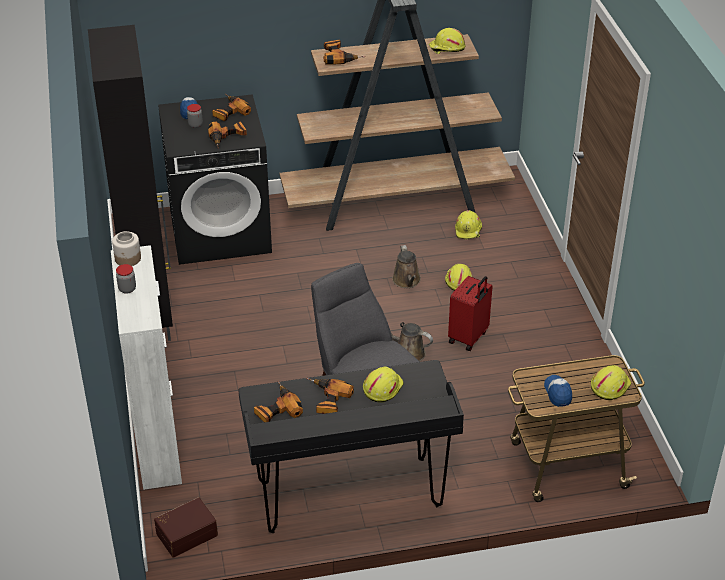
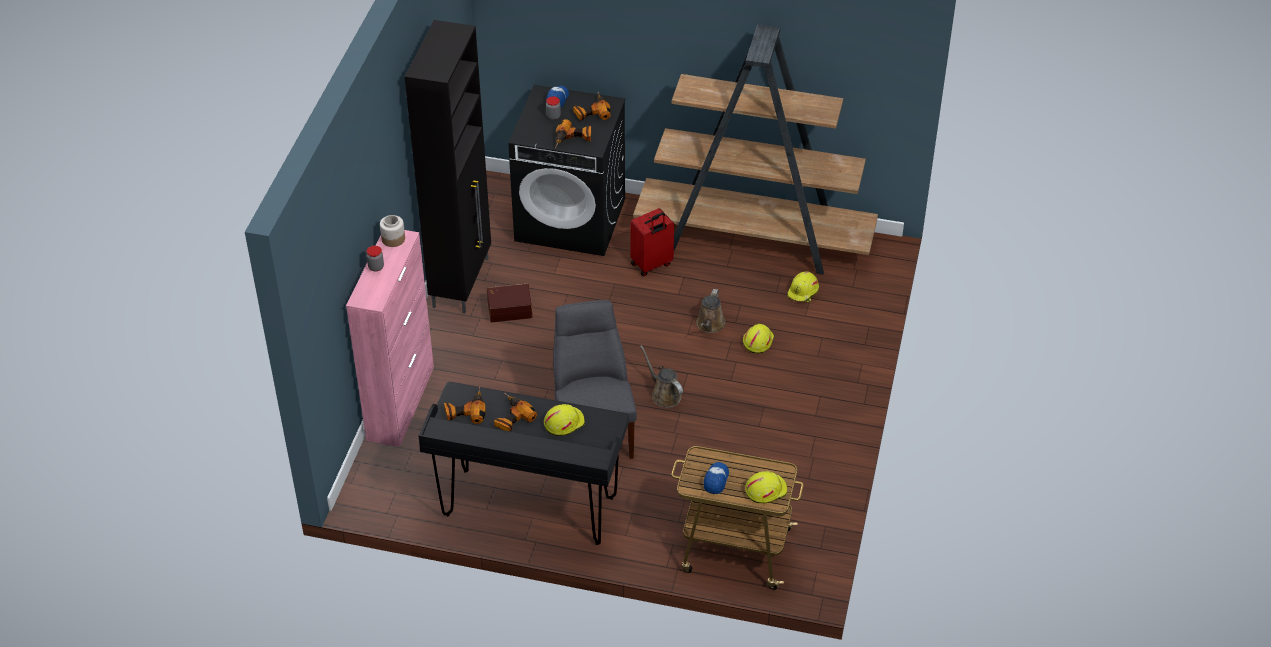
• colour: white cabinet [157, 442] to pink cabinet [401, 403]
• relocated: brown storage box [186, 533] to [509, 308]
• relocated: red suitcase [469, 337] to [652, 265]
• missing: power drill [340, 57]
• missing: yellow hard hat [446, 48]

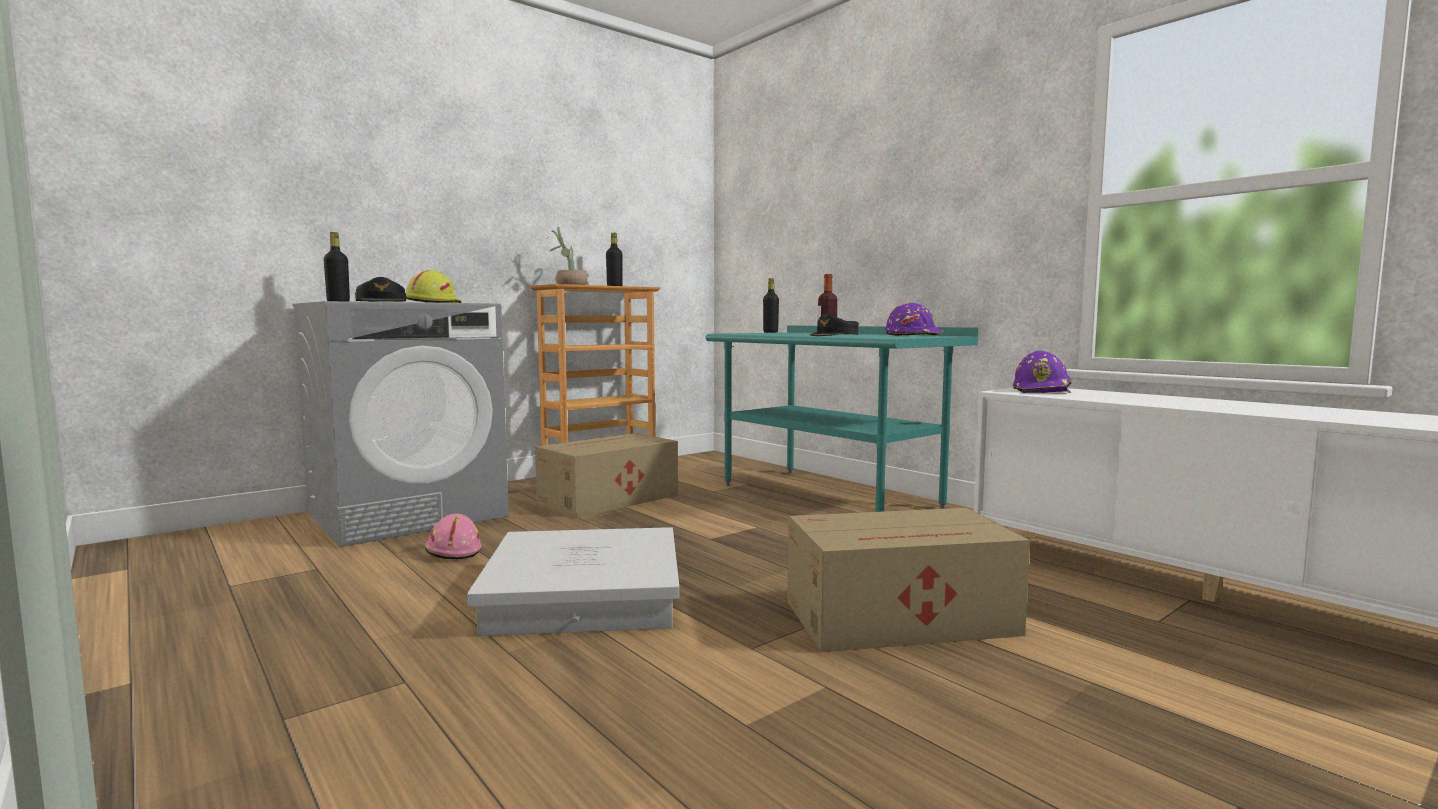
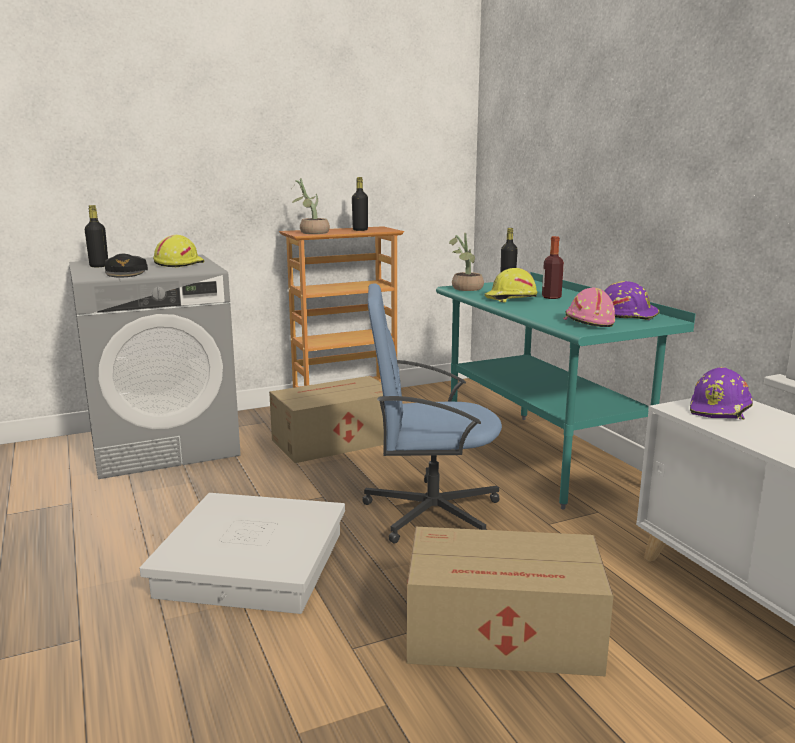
• appeared: blue office chair [429, 512]
• appeared: potted plant [465, 289]
• appeared: yellow hard hat [510, 298]
• relocated: pink hard hat [453, 551] to [587, 322]
• missing: black cap [835, 335]

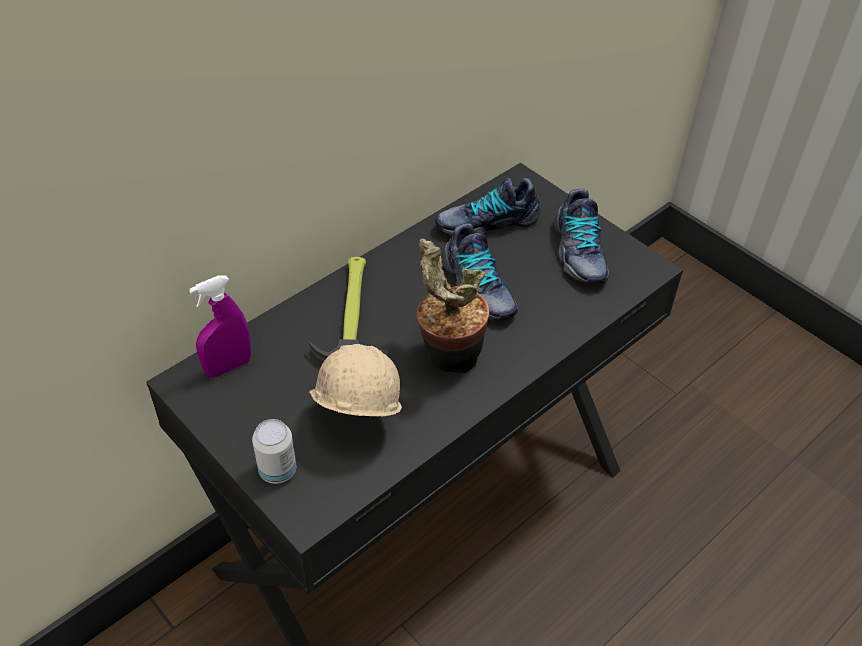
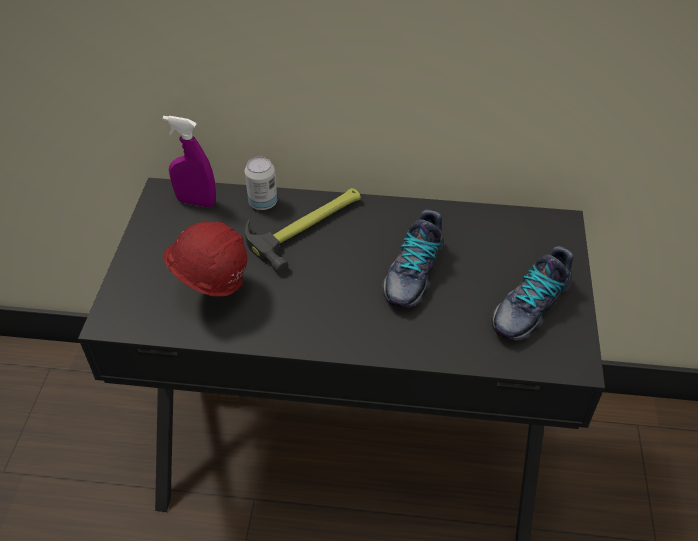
• colour: beige hard hat [354, 423] to red hard hat [211, 291]
• relocated: can [277, 470] to [263, 203]
• missing: potted plant [447, 358]
• missing: shoe [486, 222]

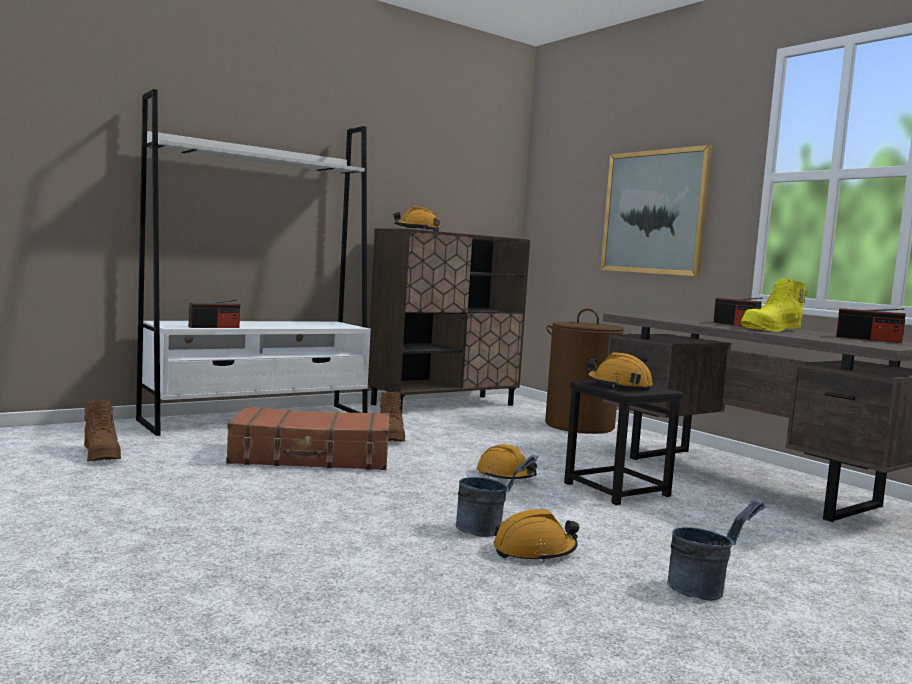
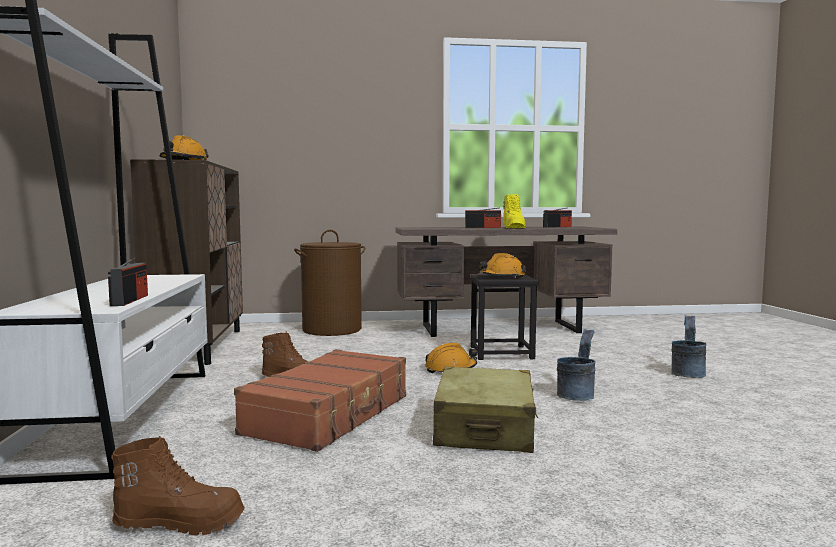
• appeared: beige suitcase [484, 428]
• missing: orange hard hat [534, 551]
• missing: picture [654, 212]

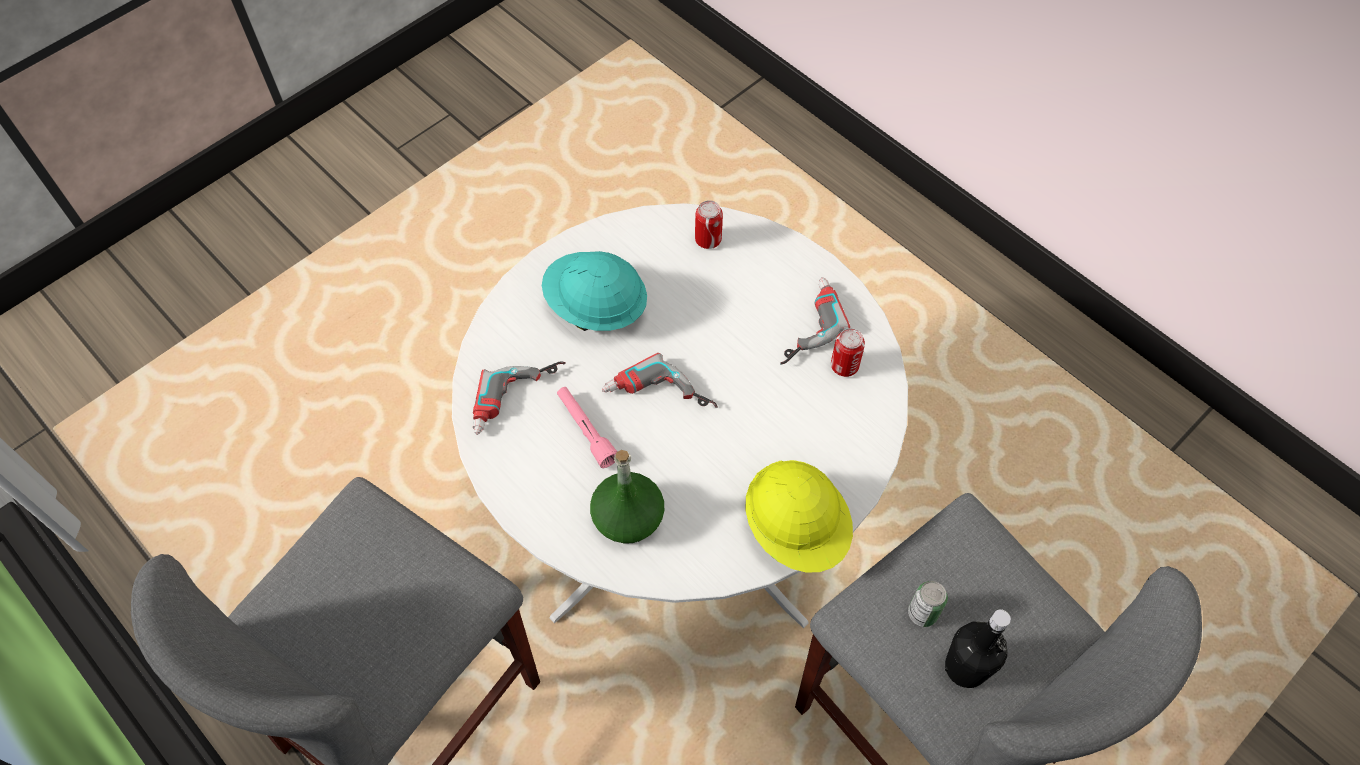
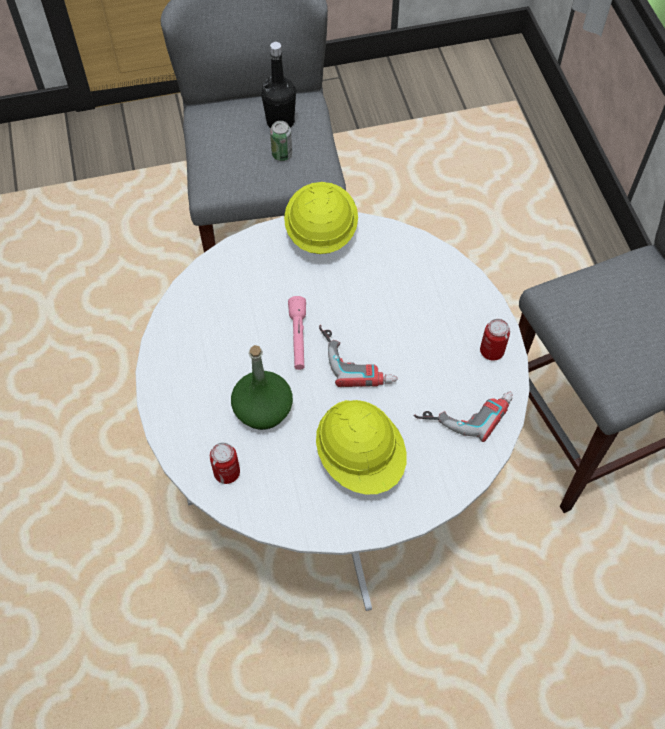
• relocated: green bottle [628, 517] to [263, 410]
• relocated: pink flashlight [586, 430] to [298, 338]
• colour: turquoise hard hat [595, 307] to yellow hard hat [360, 458]
• relocated: can [844, 366] to [491, 351]
• missing: power drill [804, 324]

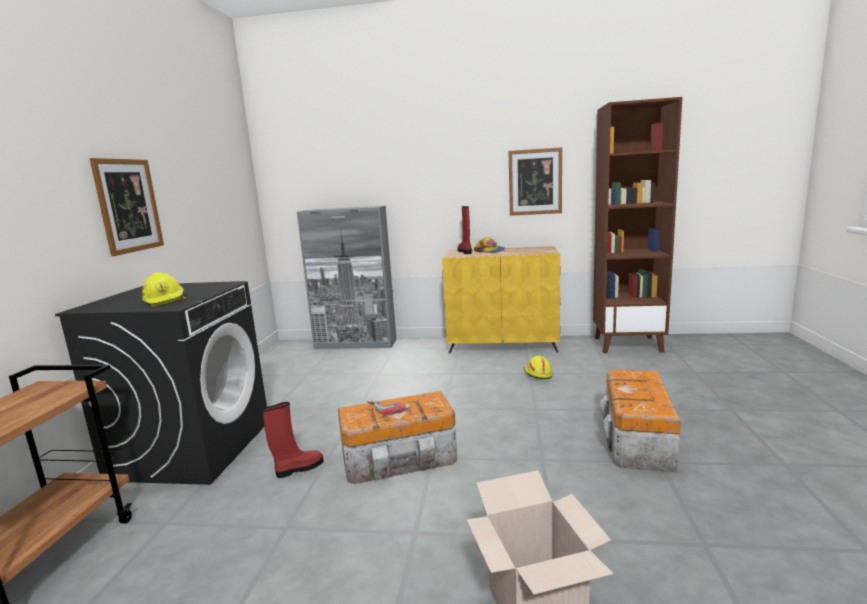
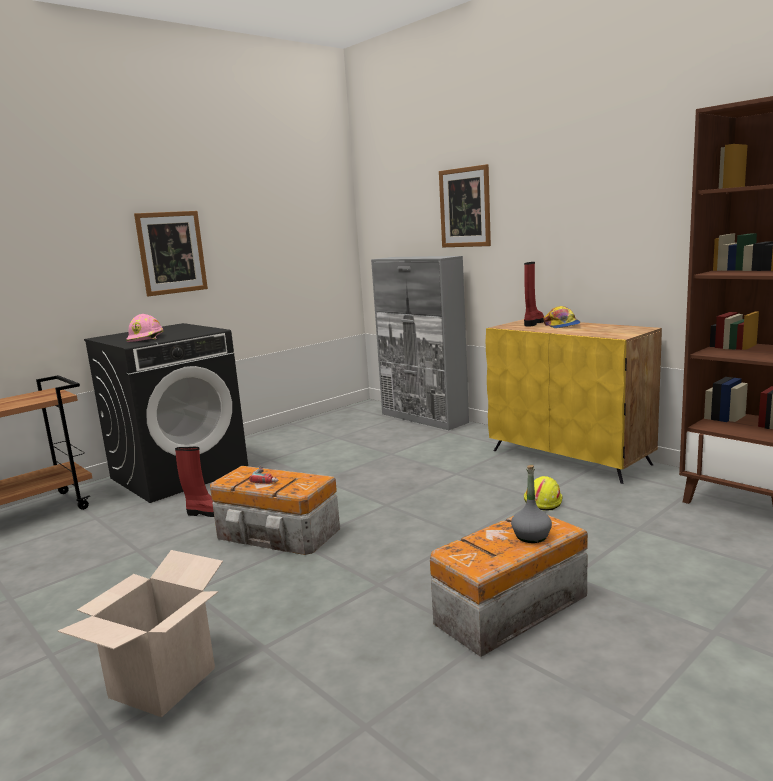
• colour: yellow hard hat [165, 300] to pink hard hat [146, 338]
• relocated: picture [535, 182] to [465, 207]
• appeared: grey bottle [531, 536]

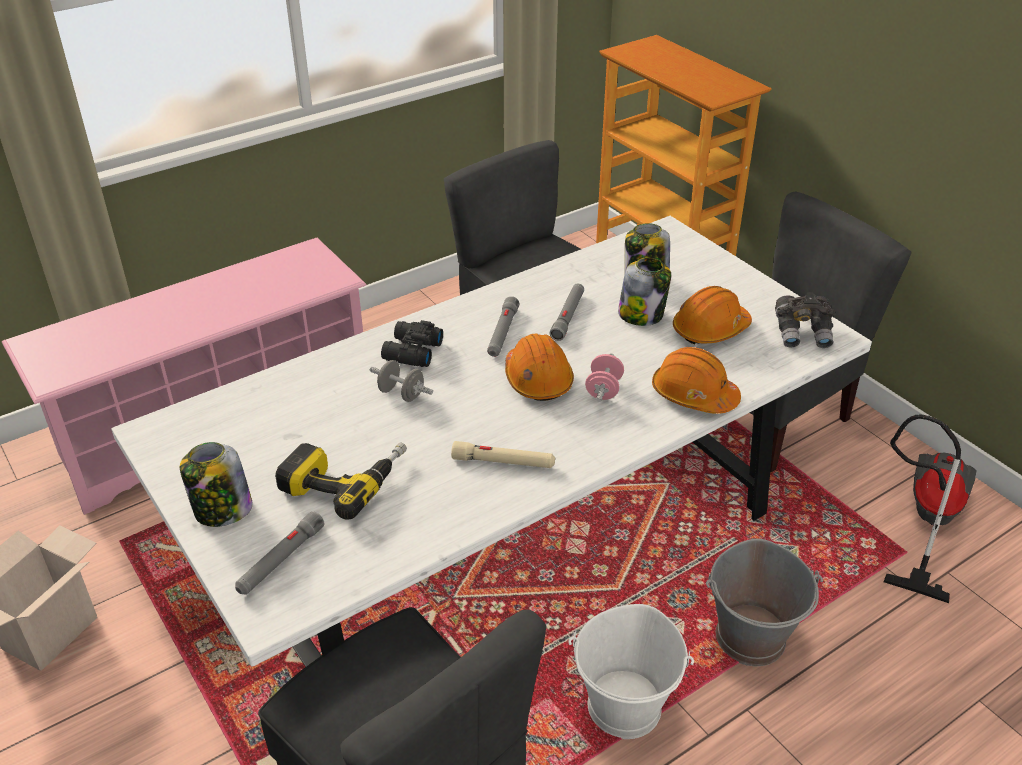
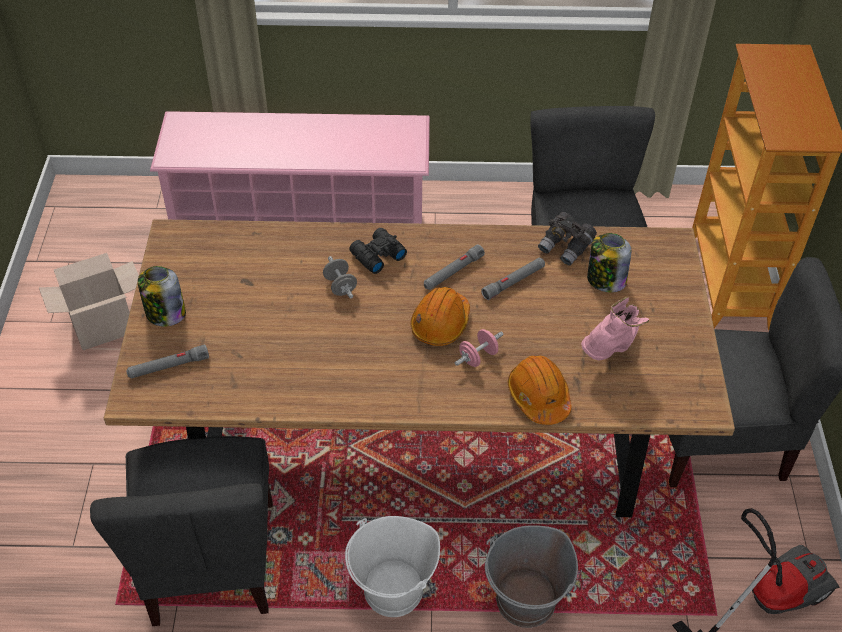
• colour: white dining table [511, 547] to brown dining table [419, 432]
• relocated: grey binoculars [803, 333] to [566, 247]
• exchanged: orange hard hat [710, 329] to pink boot [611, 349]
• missing: power drill [344, 479]
• missing: beige flashlight [503, 462]
• missing: jar [642, 314]

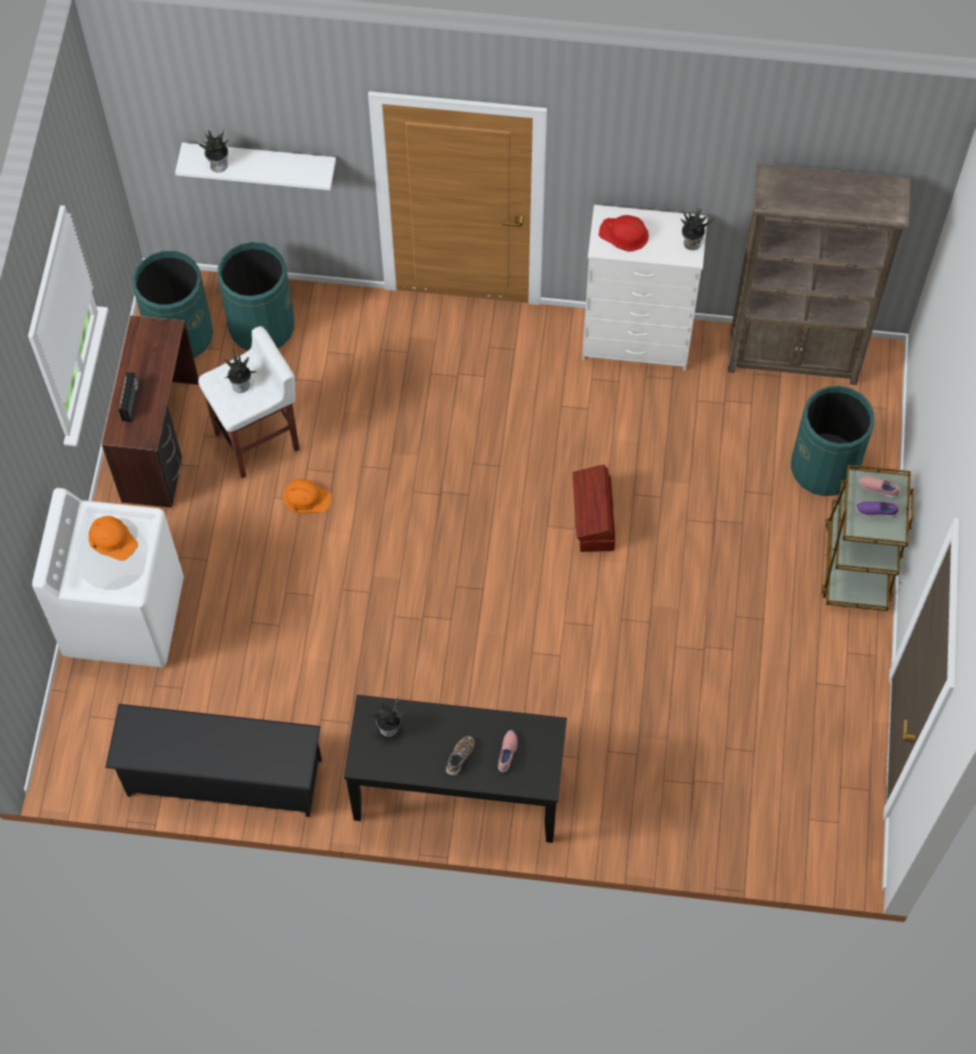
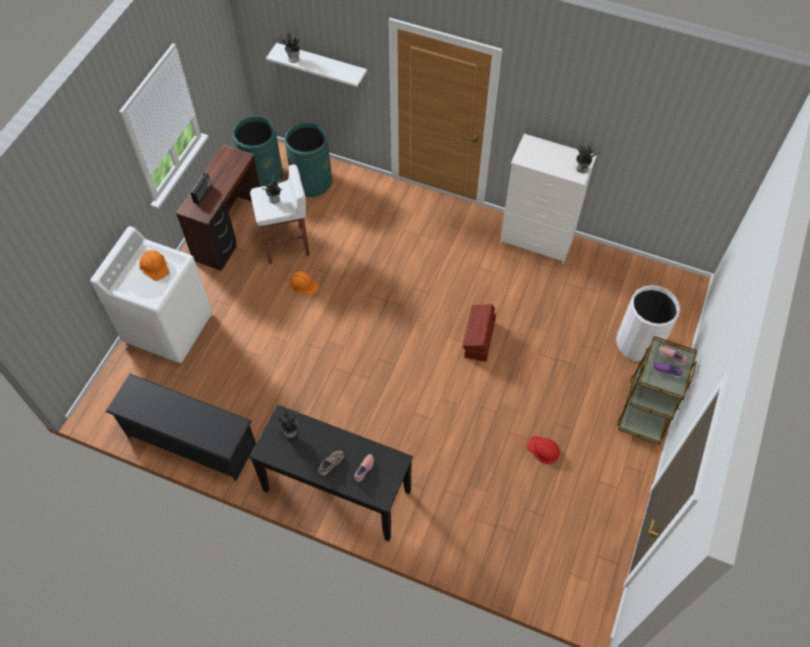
• relocated: red hard hat [624, 234] to [543, 450]
• colour: green trash can [824, 467] to white trash can [638, 343]
• missing: brown bookcase [794, 357]

